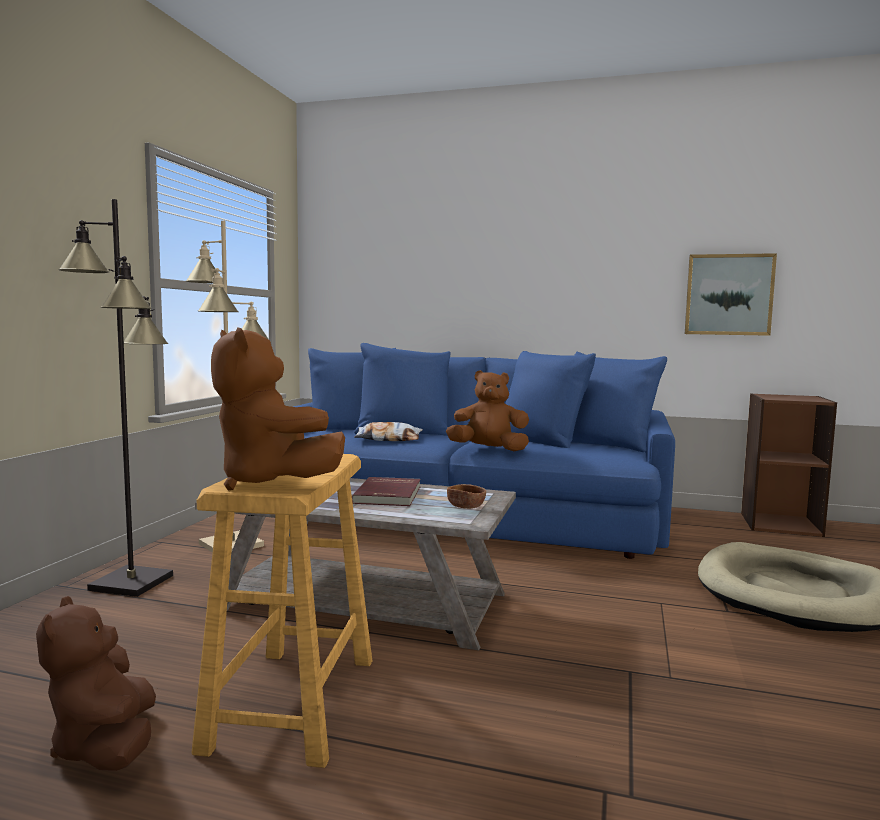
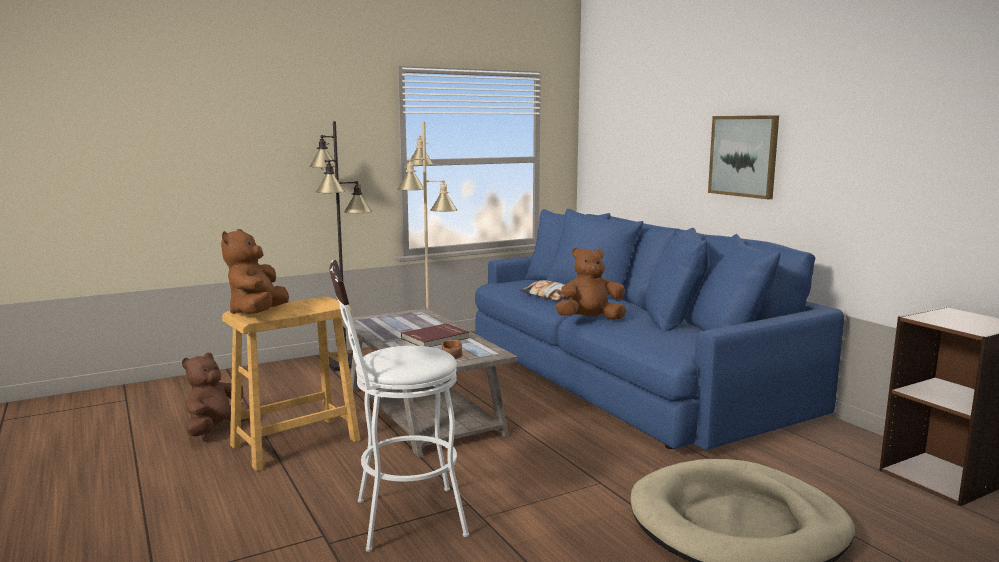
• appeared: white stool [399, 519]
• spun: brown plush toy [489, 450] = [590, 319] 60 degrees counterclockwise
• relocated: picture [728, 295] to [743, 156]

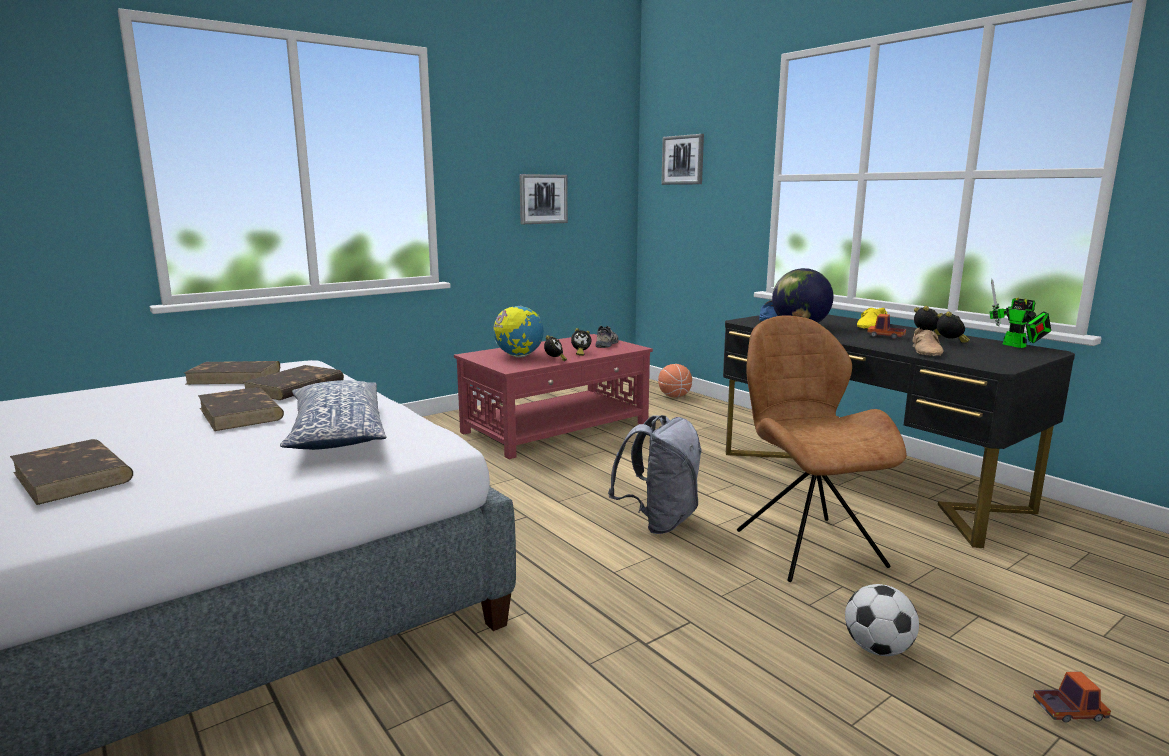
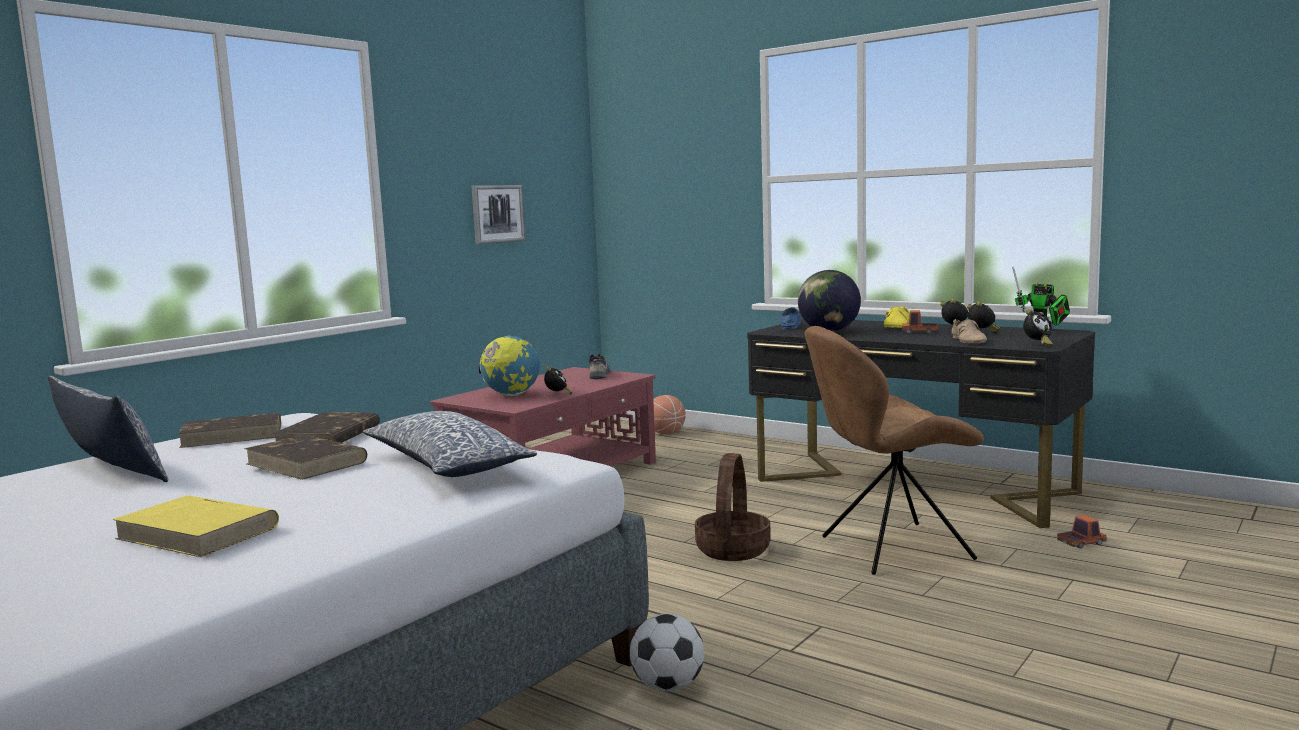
• appeared: pillow [112, 468]
• colour: brown book [73, 477] to yellow book [199, 533]
• relocated: football [877, 649] to [668, 686]
• exchanged: grey backpack [659, 522] to basket [732, 549]
• spun: brown chair [806, 545] = [890, 549] 75 degrees counterclockwise
• relocated: alarm clock [580, 353] to [1037, 345]
• relocated: toy truck [1069, 711] to [1081, 543]
• missing: picture [683, 160]

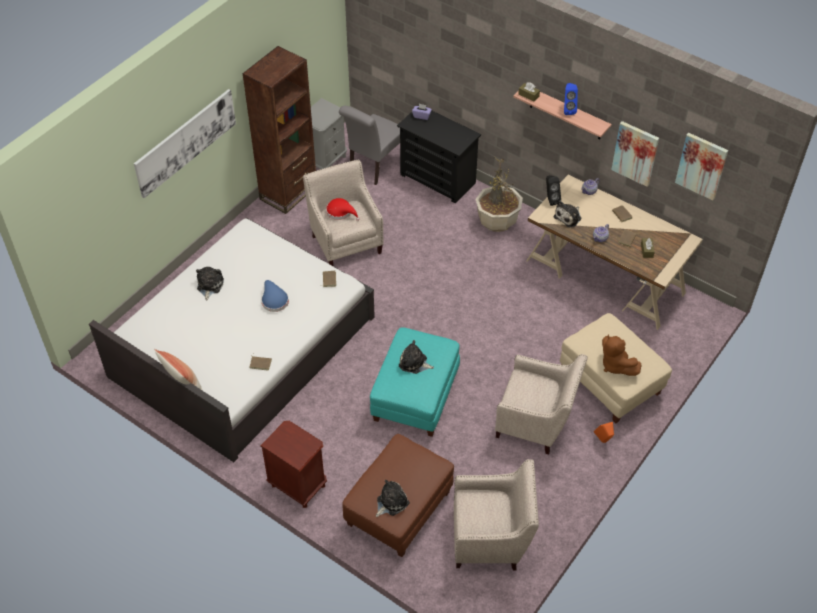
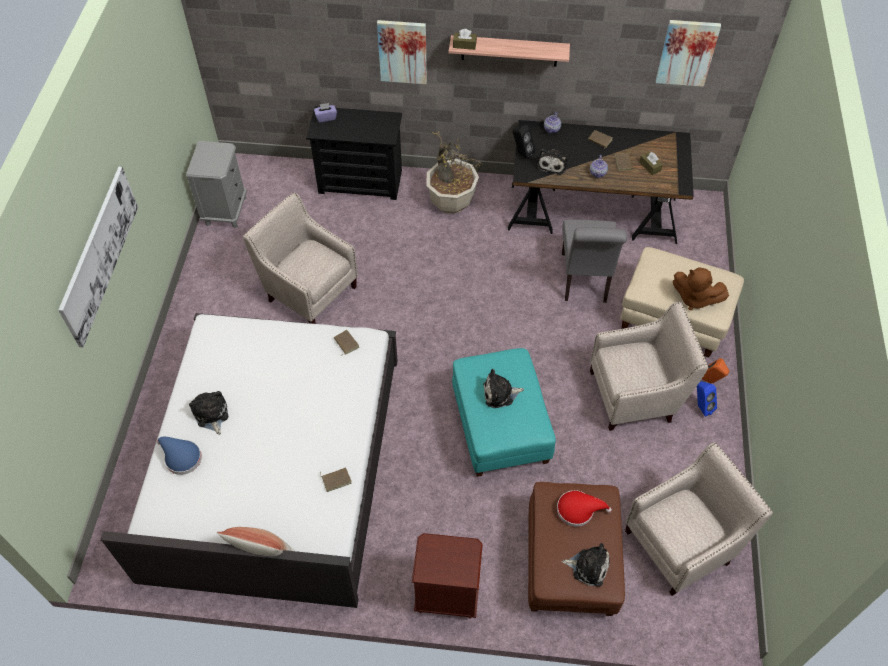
• relocated: blue hat [274, 300] to [181, 457]
• relocated: picture [635, 153] to [402, 51]
• colour: beige desk [605, 276] to black desk [592, 212]
• relocated: red hat [341, 212] to [578, 510]
• relocated: grey chair [374, 166] to [584, 281]
• spun: plush toy [391, 502] = [588, 566] 90 degrees clockwise
• relocated: blue speaker [568, 110] to [701, 407]
• missing: brown bookcase [288, 192]

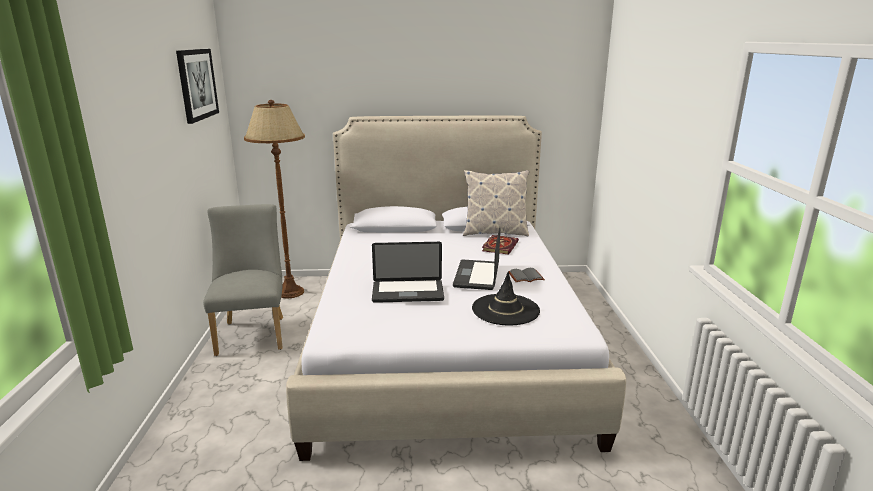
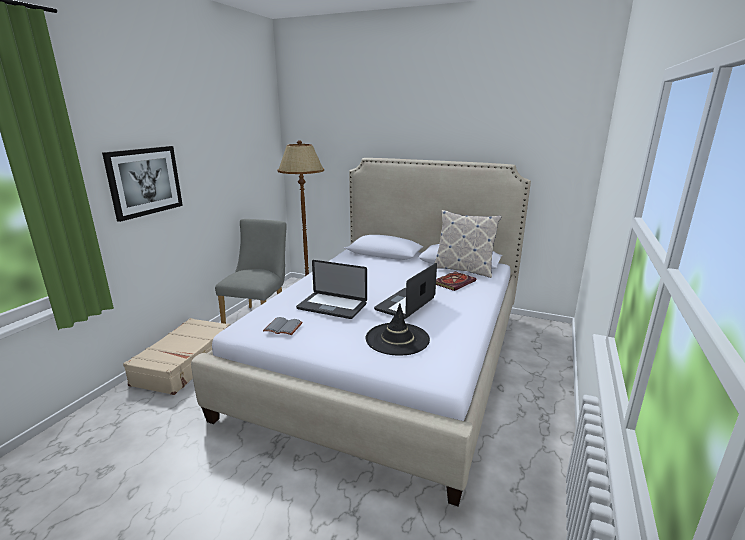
• relocated: picture [197, 84] to [144, 181]
• appeared: beige suitcase [186, 363]
• relocated: grey book [526, 276] to [284, 327]

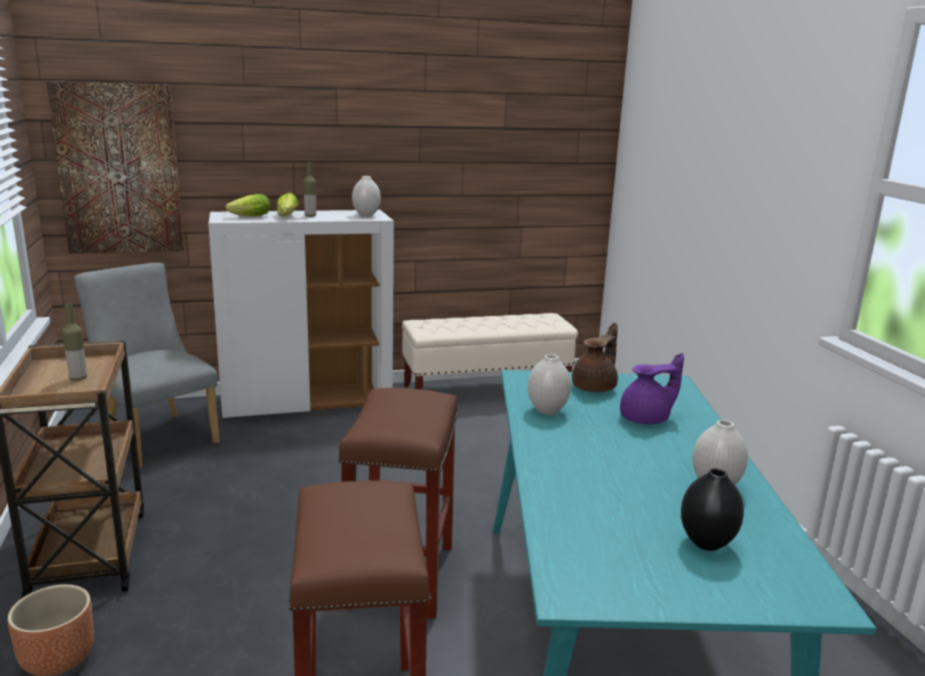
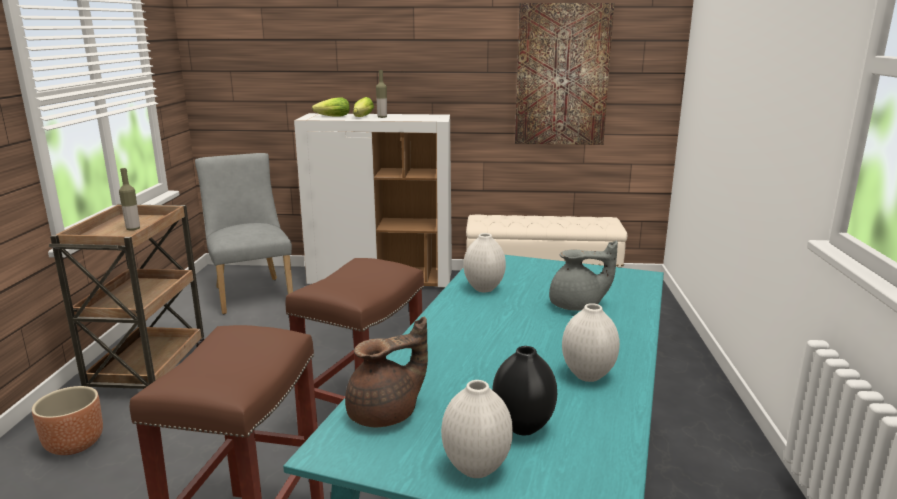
• relocated: brown teapot [595, 387] to [386, 414]
• relocated: white vase [366, 215] to [475, 469]
• relocated: picture [119, 169] to [562, 75]
• colour: purple teapot [647, 419] to grey teapot [577, 306]

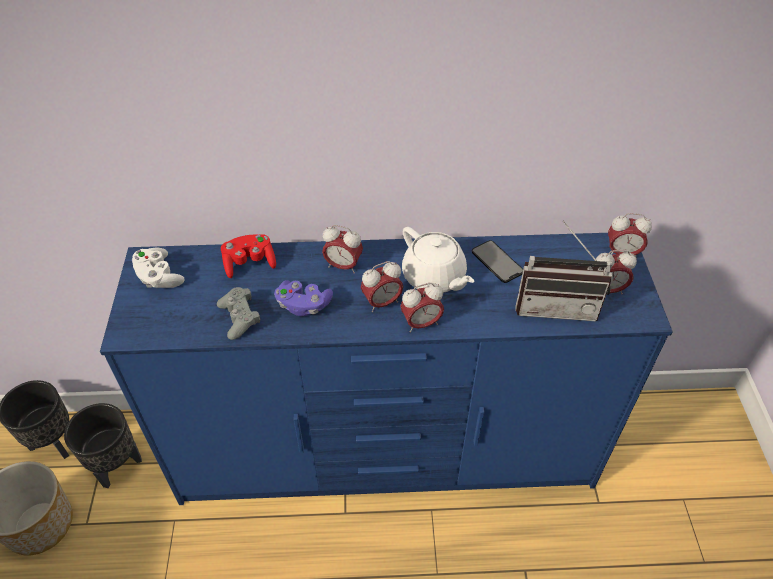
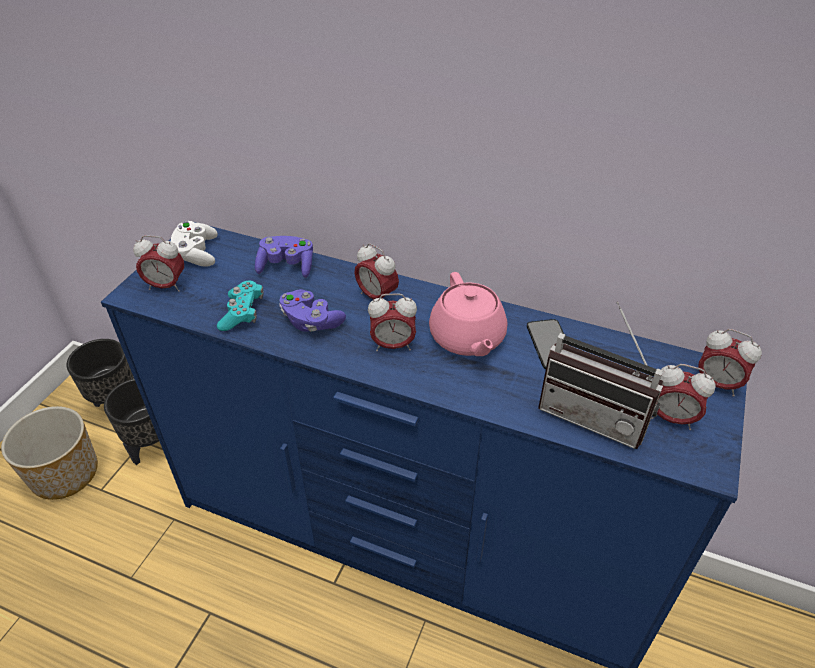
• relocated: alarm clock [421, 323] to [166, 286]
• colour: grey game controller [240, 318] to turquoise game controller [242, 313]
• colour: red game controller [249, 263] to purple game controller [287, 266]
• colour: white teapot [434, 277] to pink teapot [467, 338]

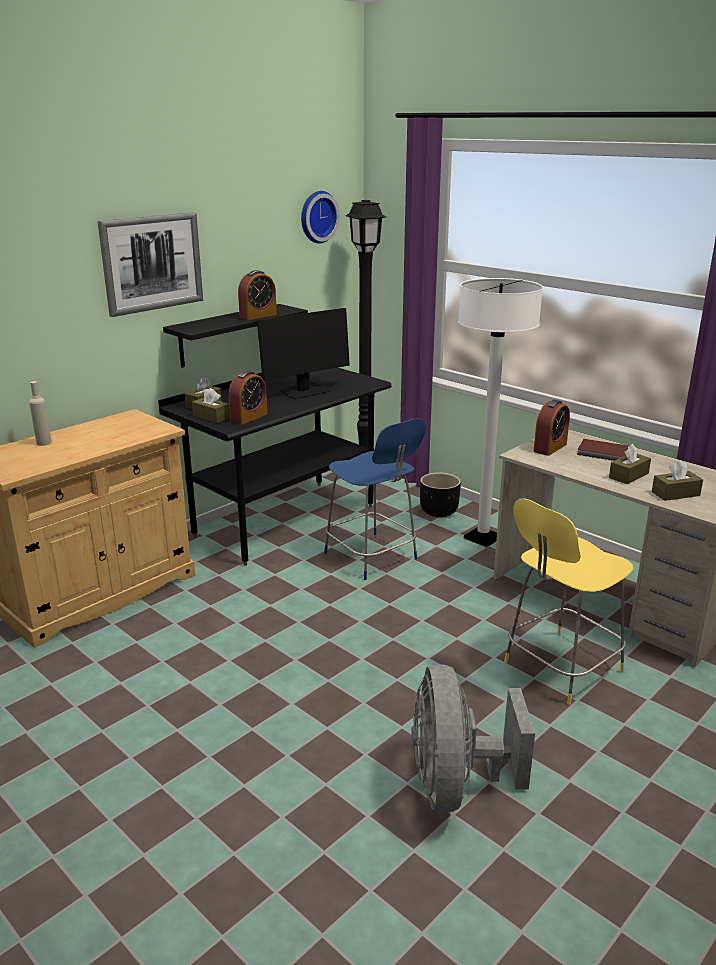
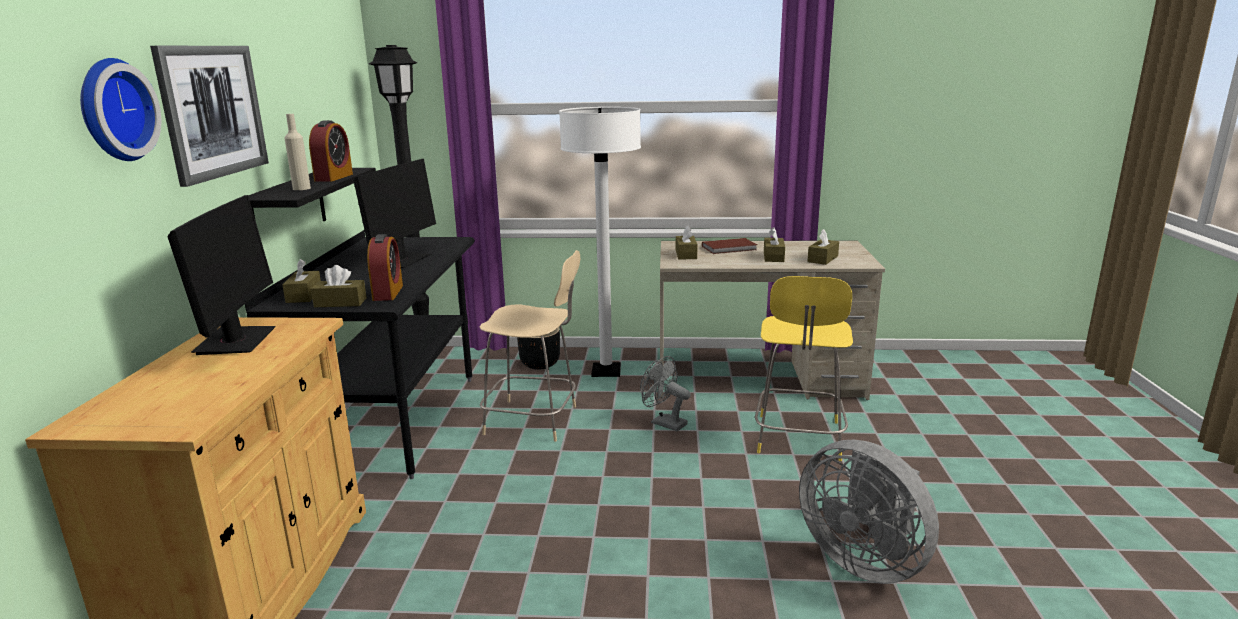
• relocated: wall clock [317, 217] to [112, 110]
• appeared: monitor [236, 341]
• relocated: beige bottle [44, 443] to [301, 188]
• colour: blue stool [372, 557] to beige stool [534, 420]
• appeared: grey fan [664, 422]
• exchanged: alarm clock [550, 448] to brown tissue box [686, 254]

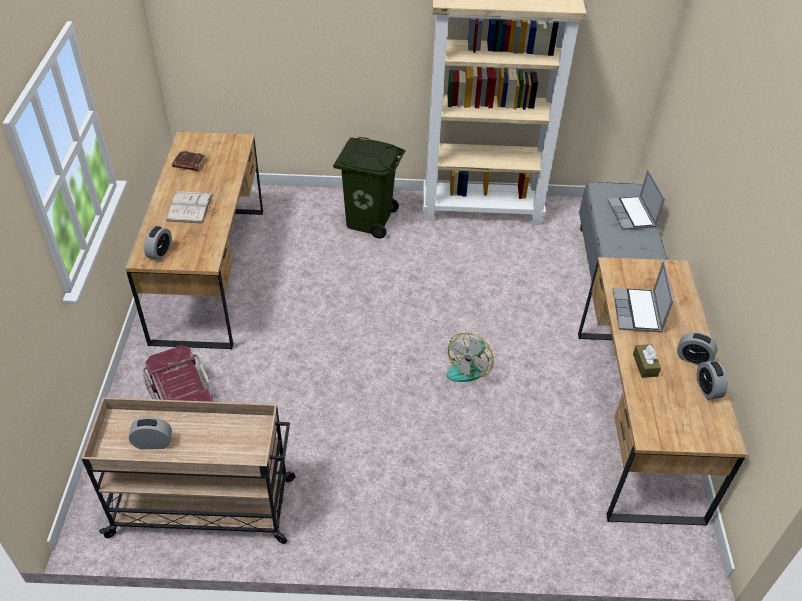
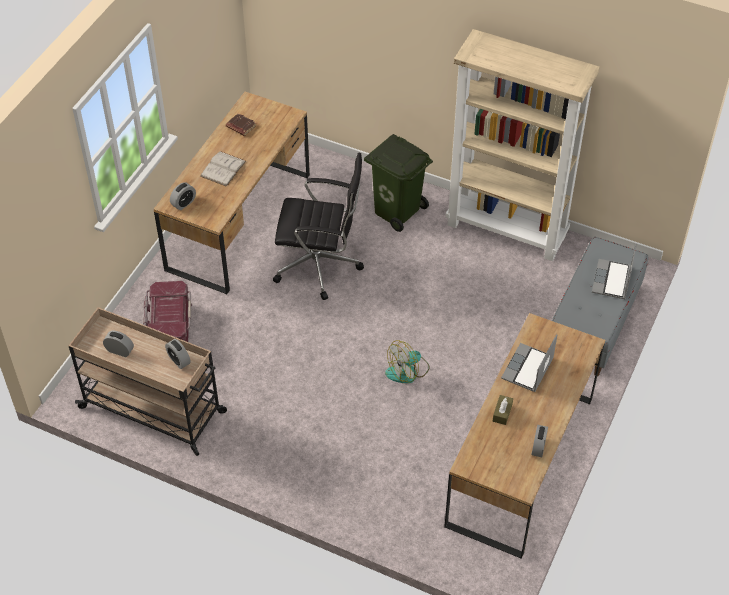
• relocated: alarm clock [693, 358] to [179, 360]
• appeared: black office chair [320, 265]

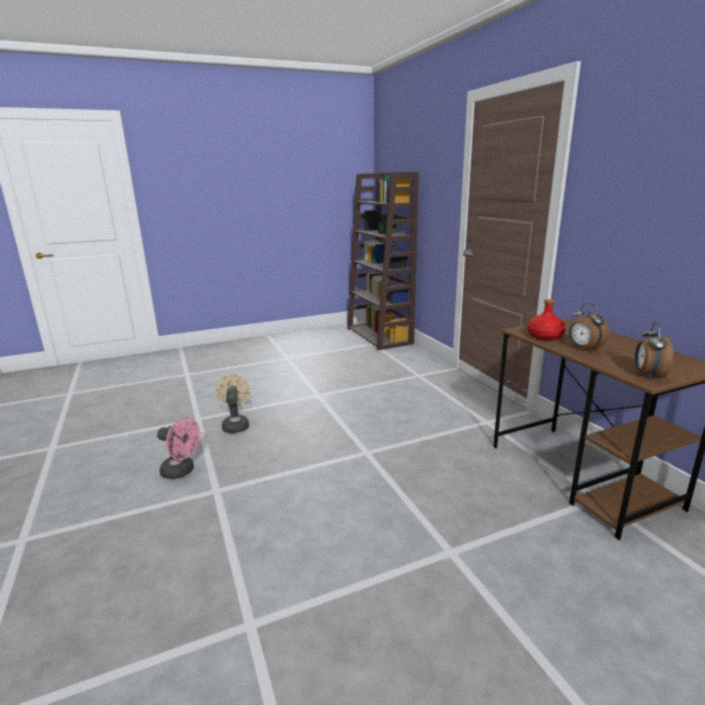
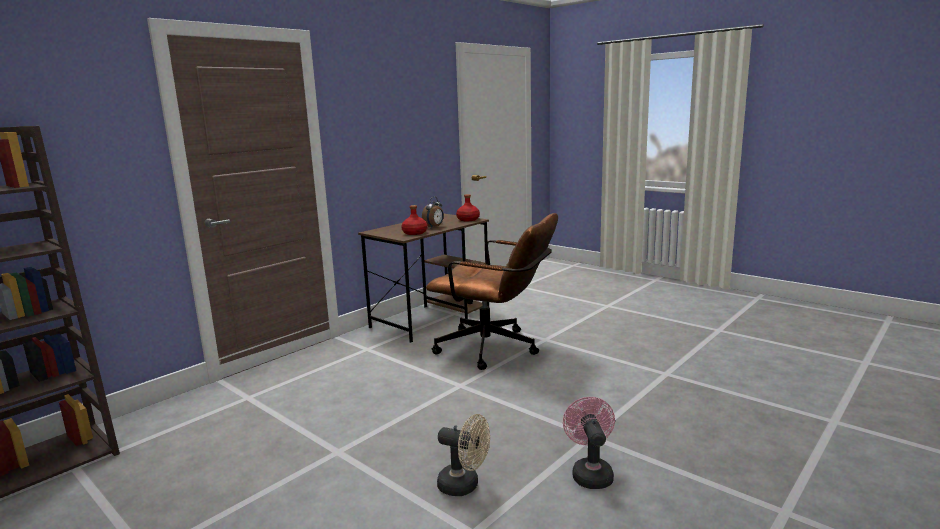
• appeared: brown office chair [495, 349]
• spun: beige fan [235, 425] = [464, 485] 120 degrees counterclockwise
• exchanged: alarm clock [648, 375] to red bottle [468, 219]

